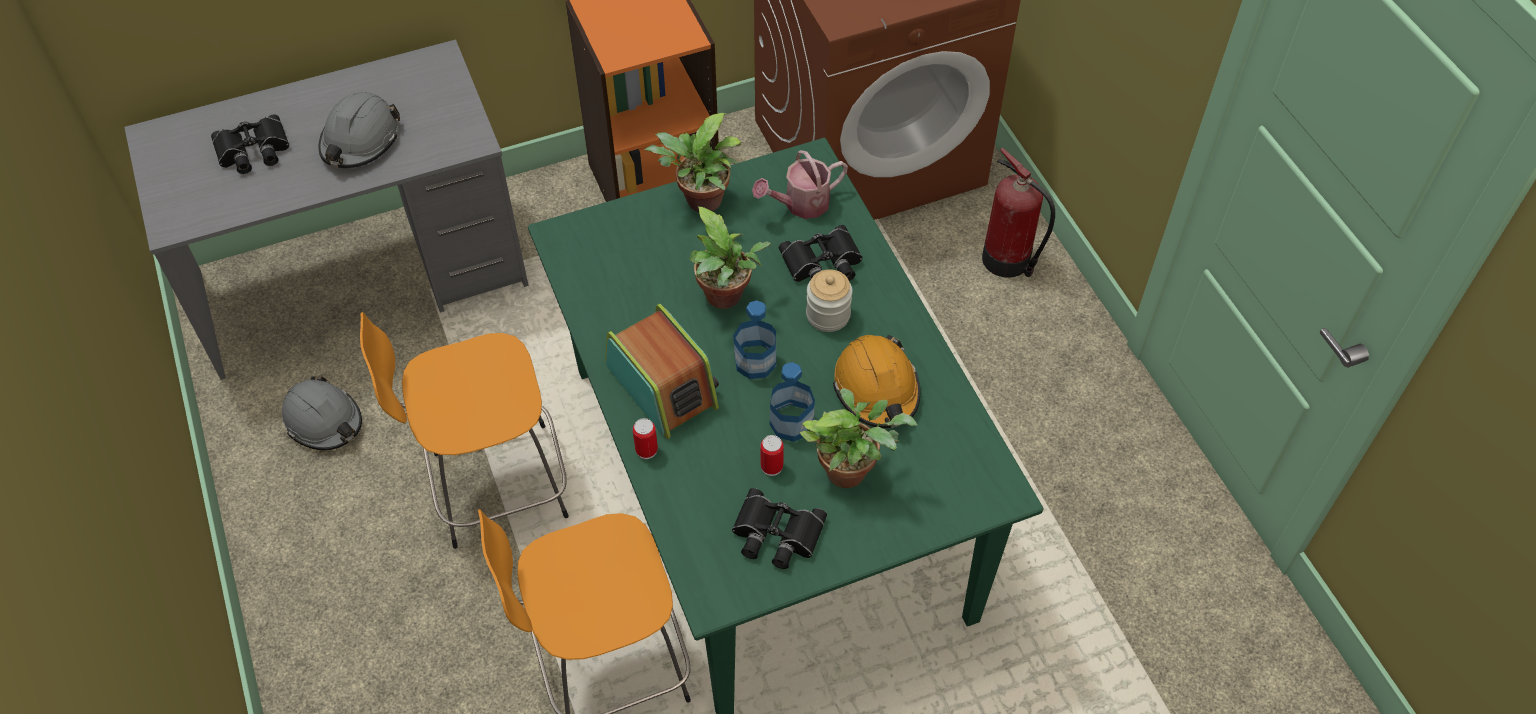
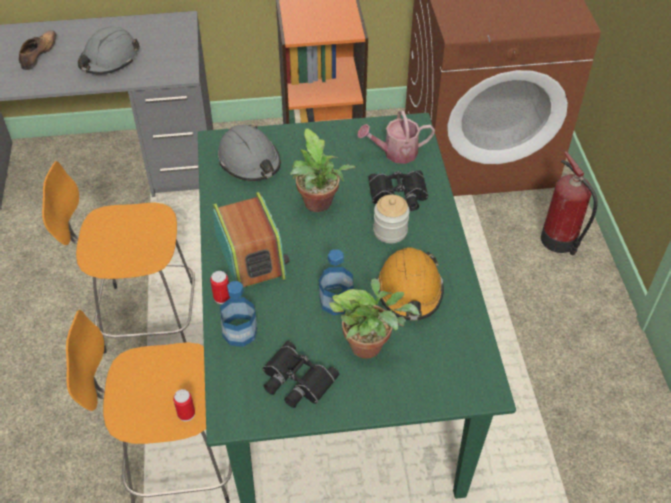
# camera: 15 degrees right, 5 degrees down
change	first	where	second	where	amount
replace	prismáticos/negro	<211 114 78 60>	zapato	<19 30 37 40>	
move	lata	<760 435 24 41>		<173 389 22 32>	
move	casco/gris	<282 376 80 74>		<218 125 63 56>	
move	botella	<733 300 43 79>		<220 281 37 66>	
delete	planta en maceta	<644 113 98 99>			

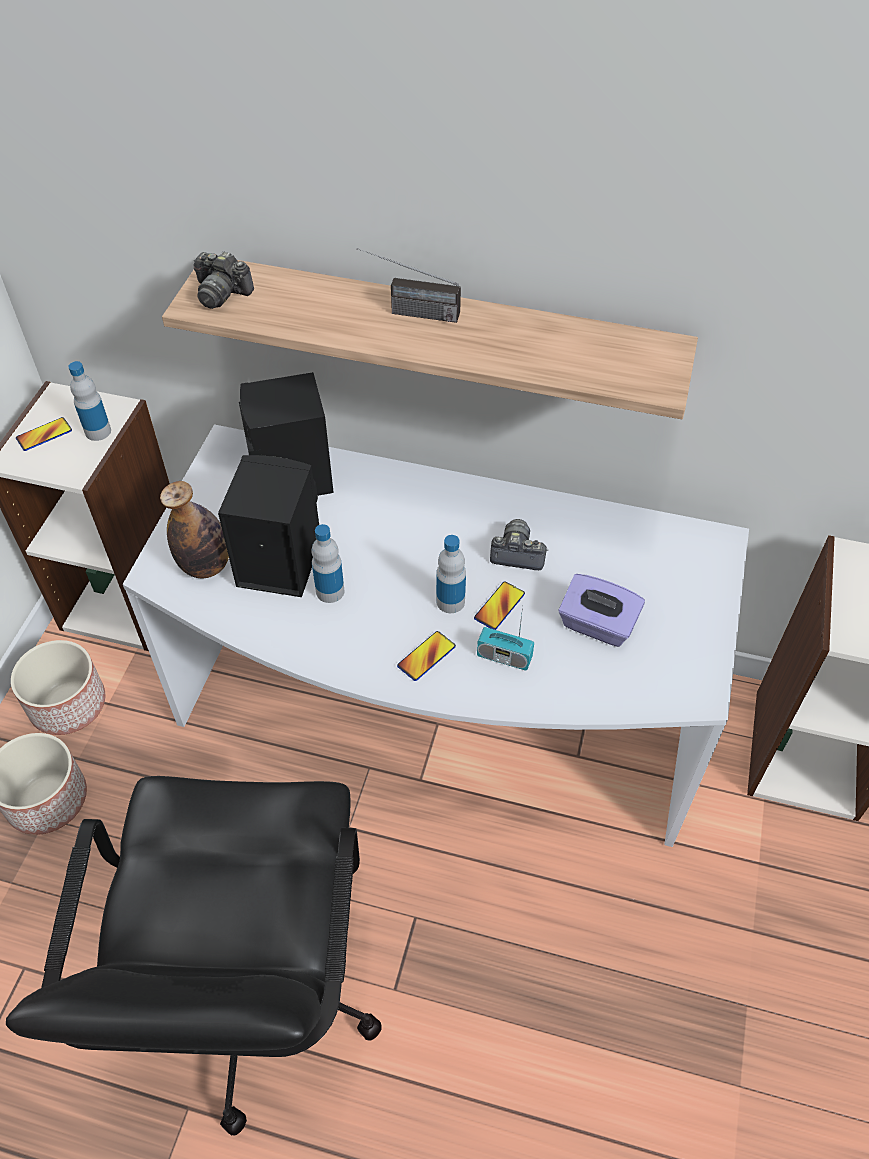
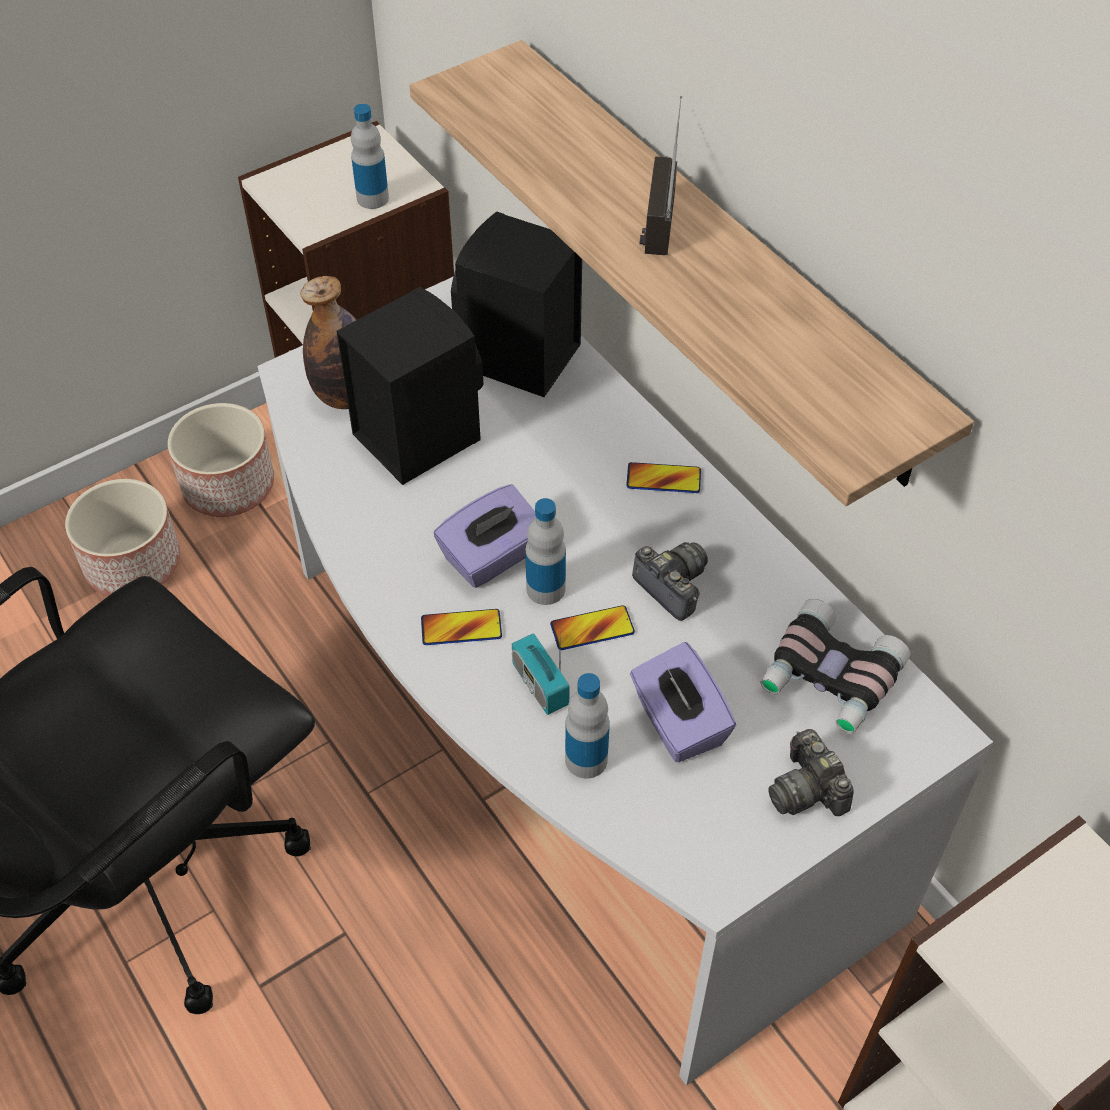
# camera: 40 degrees right, 0 degrees up
change	first	where	second	where	amount
insert			caja de pañuelos/morado	<434 484 102 104>	
move	botella	<311 524 34 79>		<565 673 45 105>	
move	móvil	<16 417 56 34>		<626 462 75 31>	
rotate	radio	<357 248 104 75>		<640 96 42 159>	45 degrees clockwise
insert			prismáticos	<761 599 150 135>	
move	cámara	<193 251 61 58>		<768 729 86 87>	

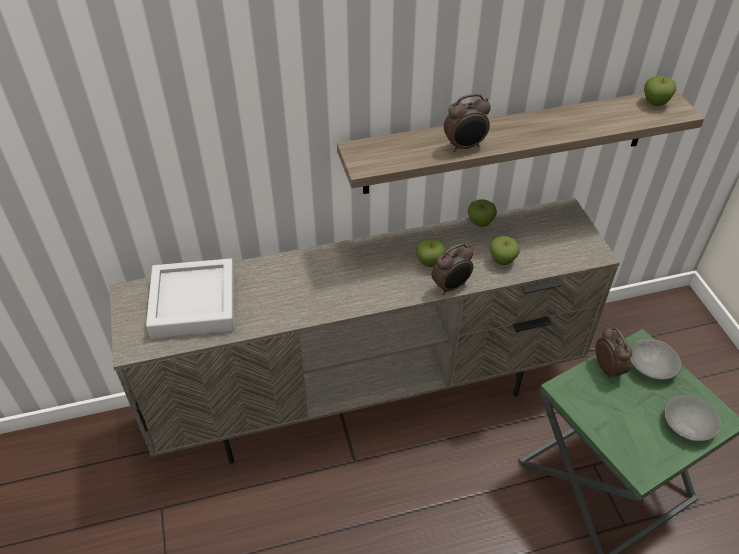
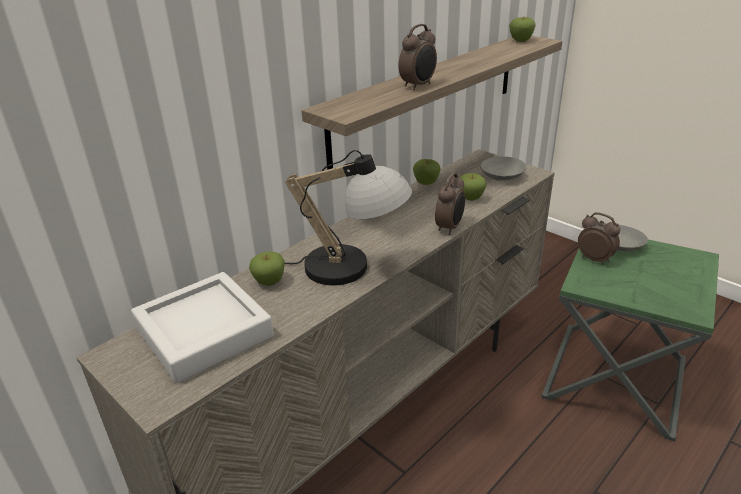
# camera: 30 degrees left, 15 degrees down
change	first	where	second	where	amount
move	manzana	<416 238 30 29>		<249 252 36 34>	
insert			lámpara de mesa	<285 150 127 136>	
move	cuenco/gris	<664 395 57 46>		<480 157 47 24>	

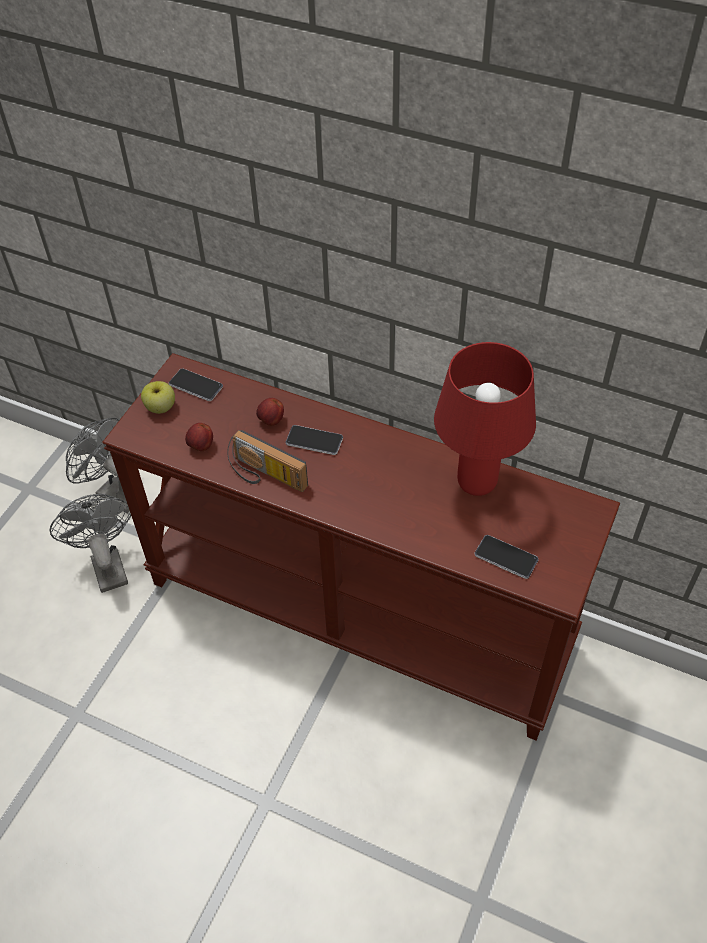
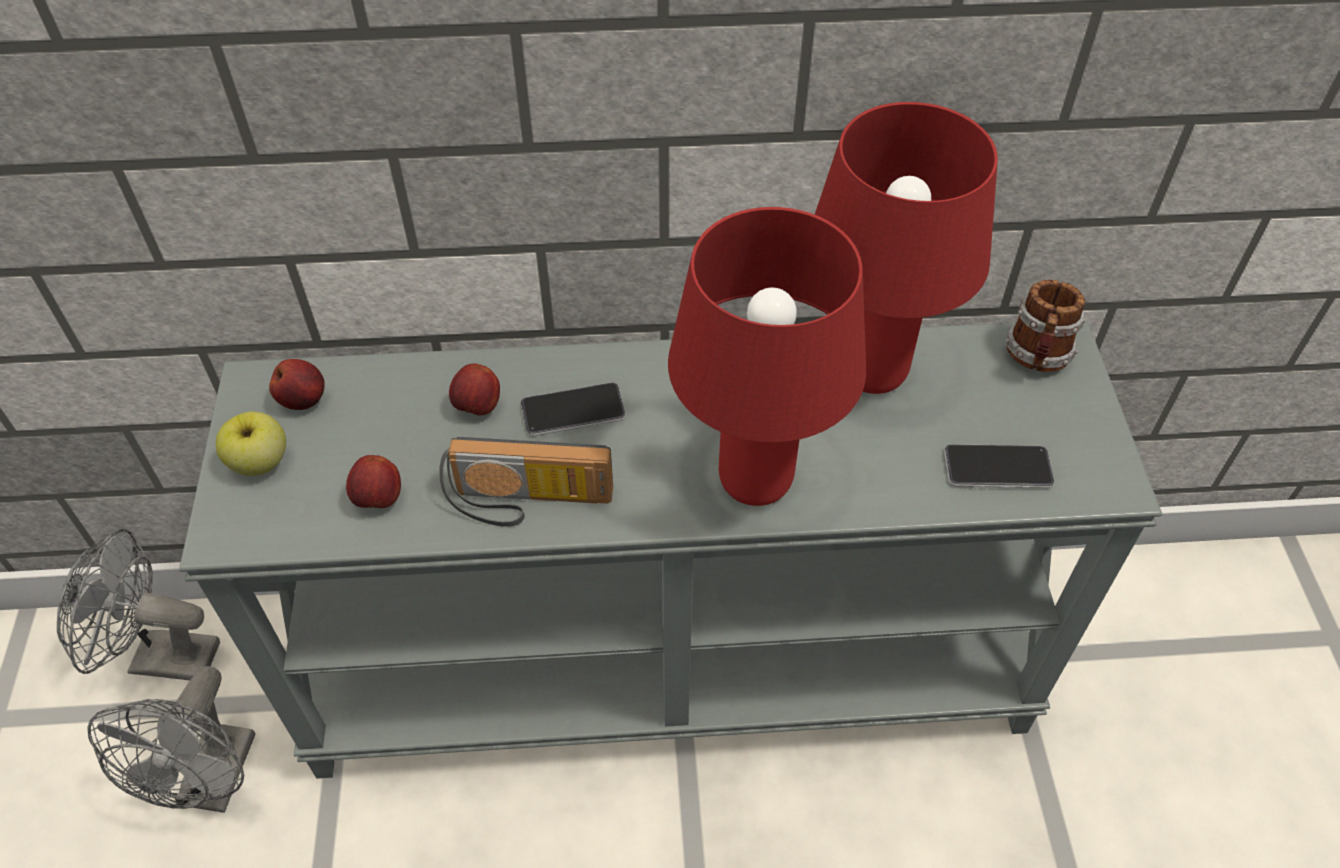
# camera: 30 degrees left, 0 degrees up
change	first	where	second	where	amount
rotate	ventilador/gris	<50 494 81 99>		<87 666 168 147>	120 degrees counterclockwise
recolor	mesa consola/marrón	<102 353 518 388>	mesa consola/gris	<179 319 983 460>	
replace	móvil	<169 368 54 33>	manzana	<269 359 56 51>	
insert			lámpara de mesa/rojo	<668 207 198 299>	
insert			taza grande	<1005 280 81 92>	

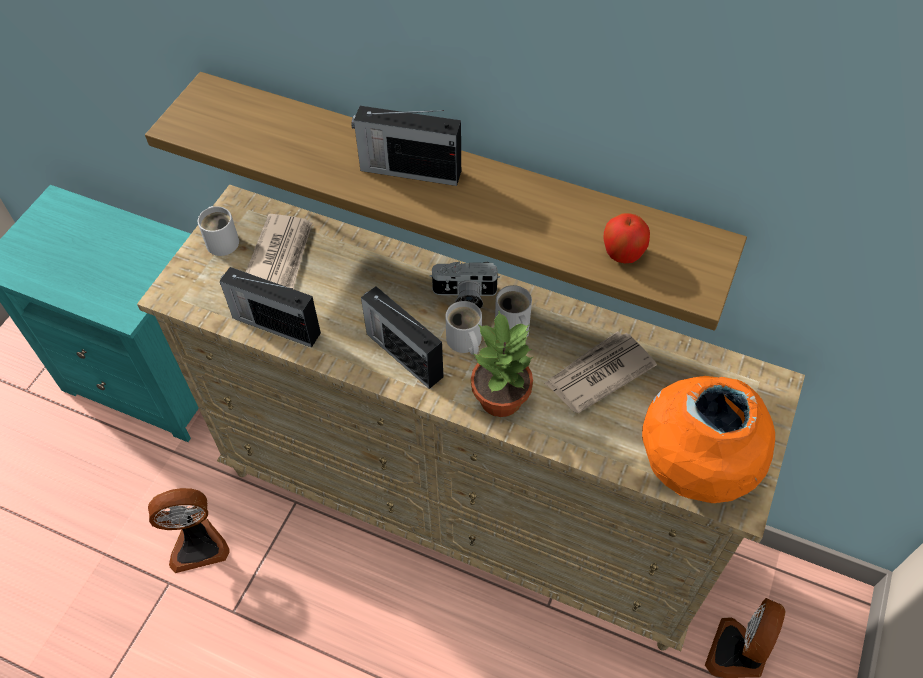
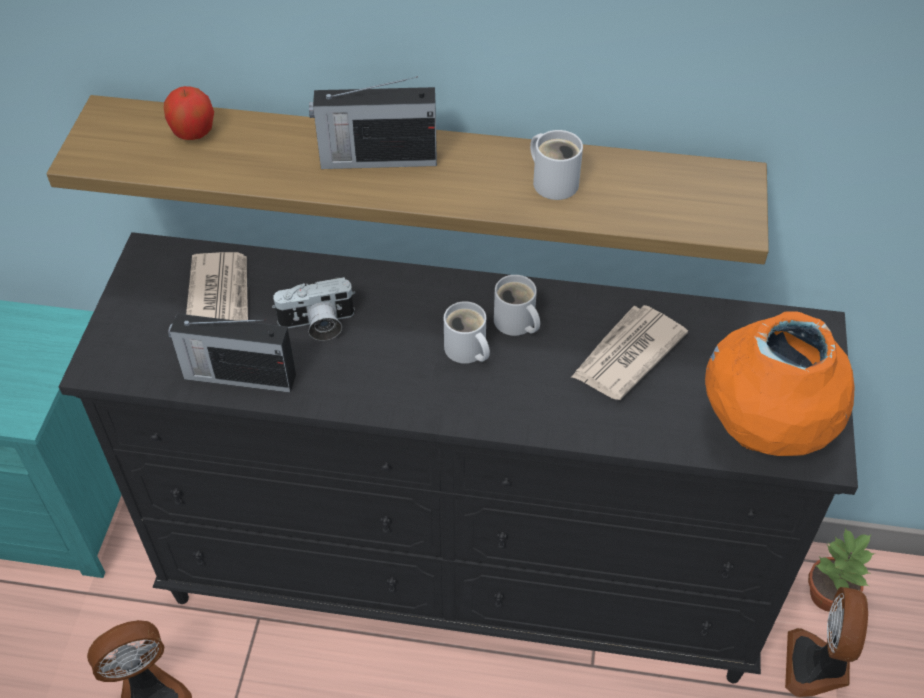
# camera: 15 degrees left, 5 degrees down
change	first	where	second	where	amount
recolor	cómoda/beis	<137 185 668 466>	cómoda/negro	<59 232 799 451>	
move	manzana	<603 213 47 51>		<164 86 50 54>	
move	cámara	<430 262 70 47>		<272 277 83 64>	
move	taza grande/blanco	<198 206 41 50>		<530 130 53 70>	
move	planta en maceta	<471 311 62 106>		<808 528 67 84>	
delete	radio	<361 286 82 103>			

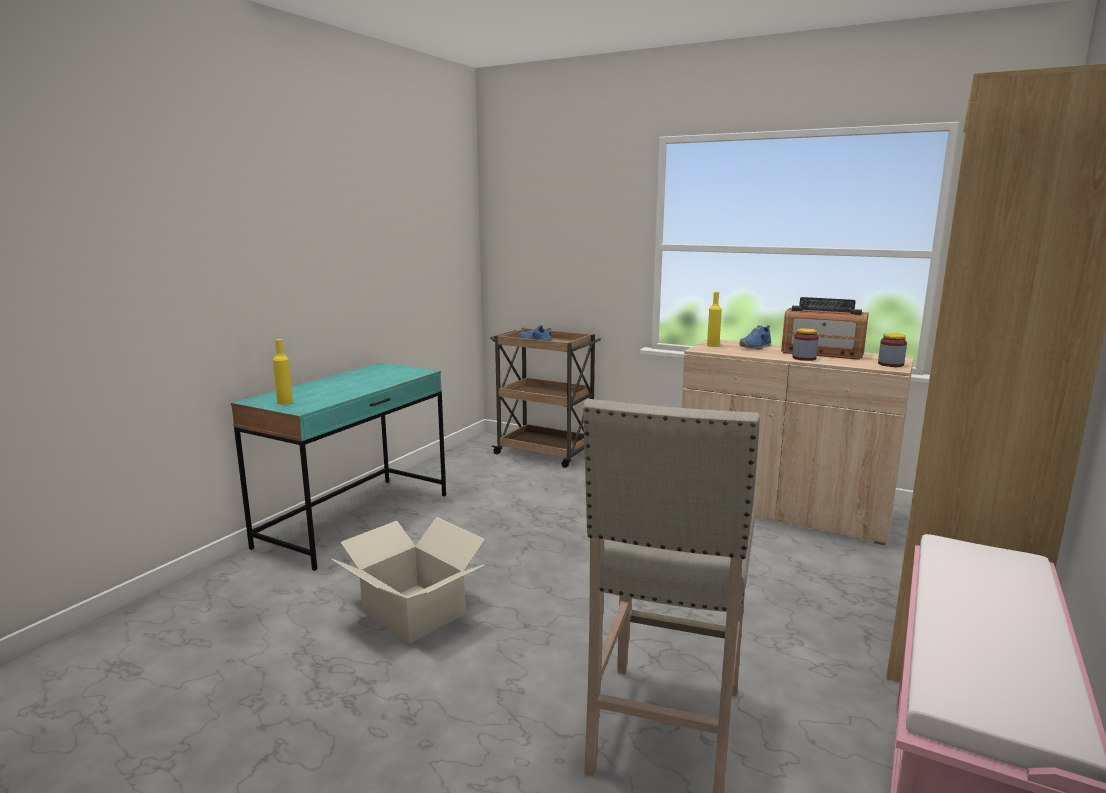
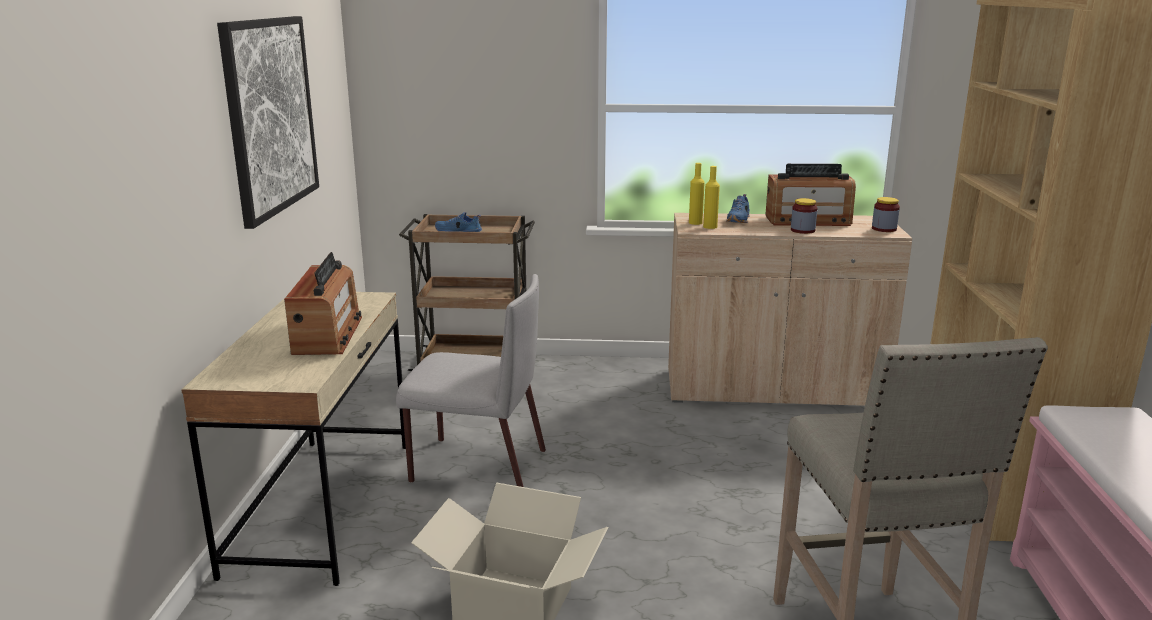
# camera: 25 degrees left, 5 degrees up
change	first	where	second	where	amount
recolor	escritorio/turquesa	<231 363 215 208>	escritorio/beis	<181 292 225 294>	
insert			cuadro	<217 16 102 213>	
insert			radio	<284 252 78 103>	
insert			silla/gris	<396 274 150 213>	
move	botella/amarillo	<273 339 20 65>		<703 166 17 63>	

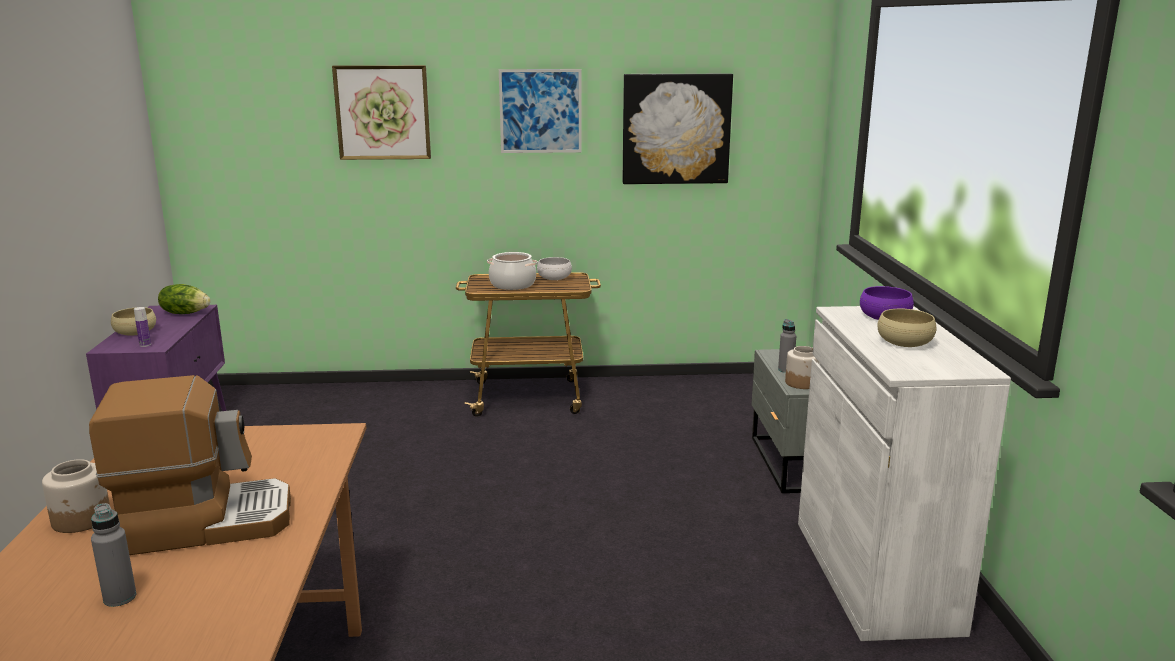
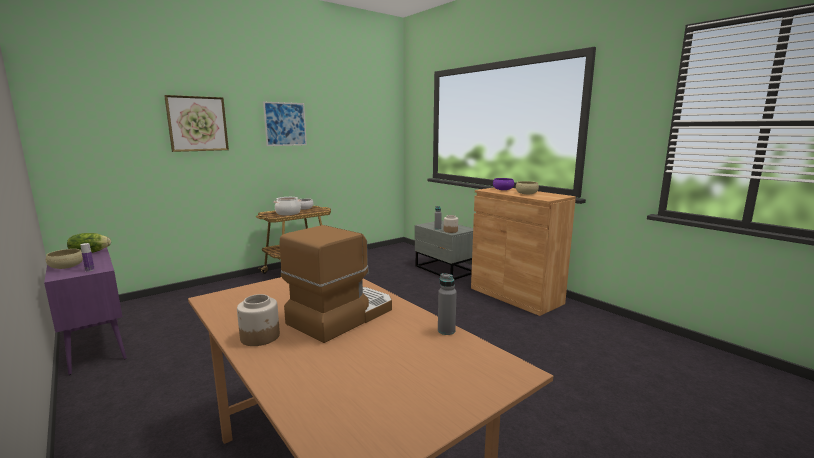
# camera: 35 degrees left, 5 degrees down
change	first	where	second	where	amount
move	botella/gris	<91 503 46 104>		<438 273 19 62>	
recolor	armario/blanco	<798 306 213 335>	armario/marrón	<471 188 105 128>	
delete	cuadro	<622 74 111 110>			

